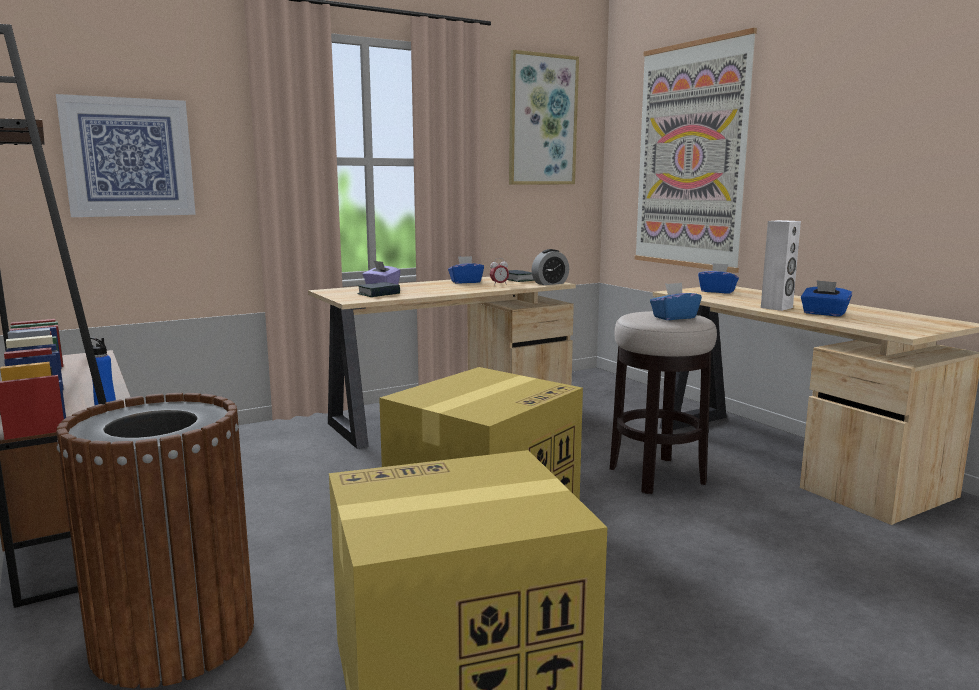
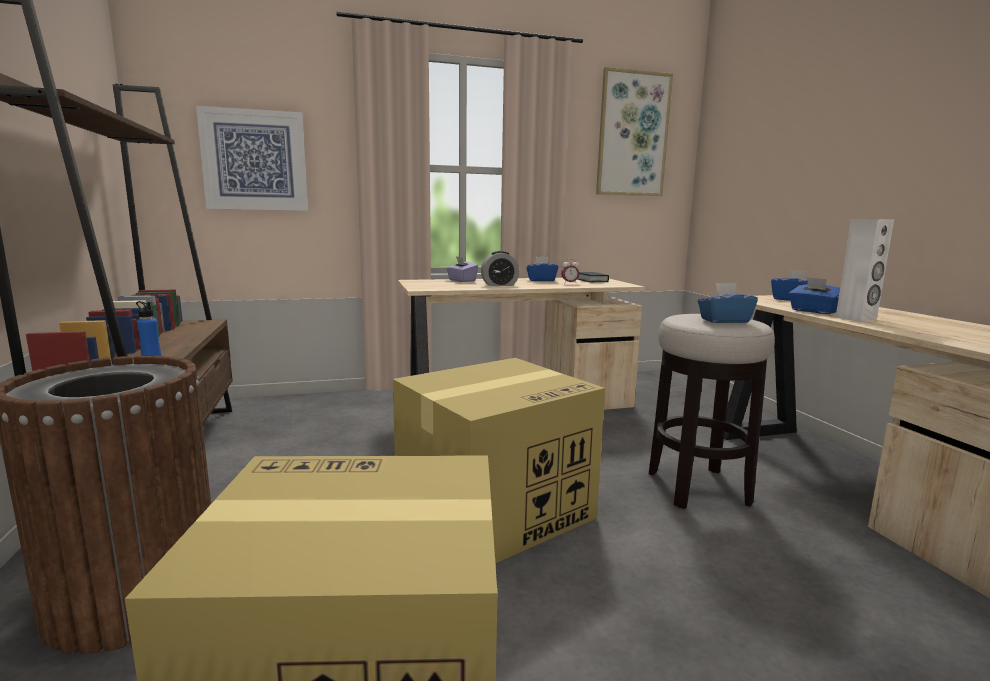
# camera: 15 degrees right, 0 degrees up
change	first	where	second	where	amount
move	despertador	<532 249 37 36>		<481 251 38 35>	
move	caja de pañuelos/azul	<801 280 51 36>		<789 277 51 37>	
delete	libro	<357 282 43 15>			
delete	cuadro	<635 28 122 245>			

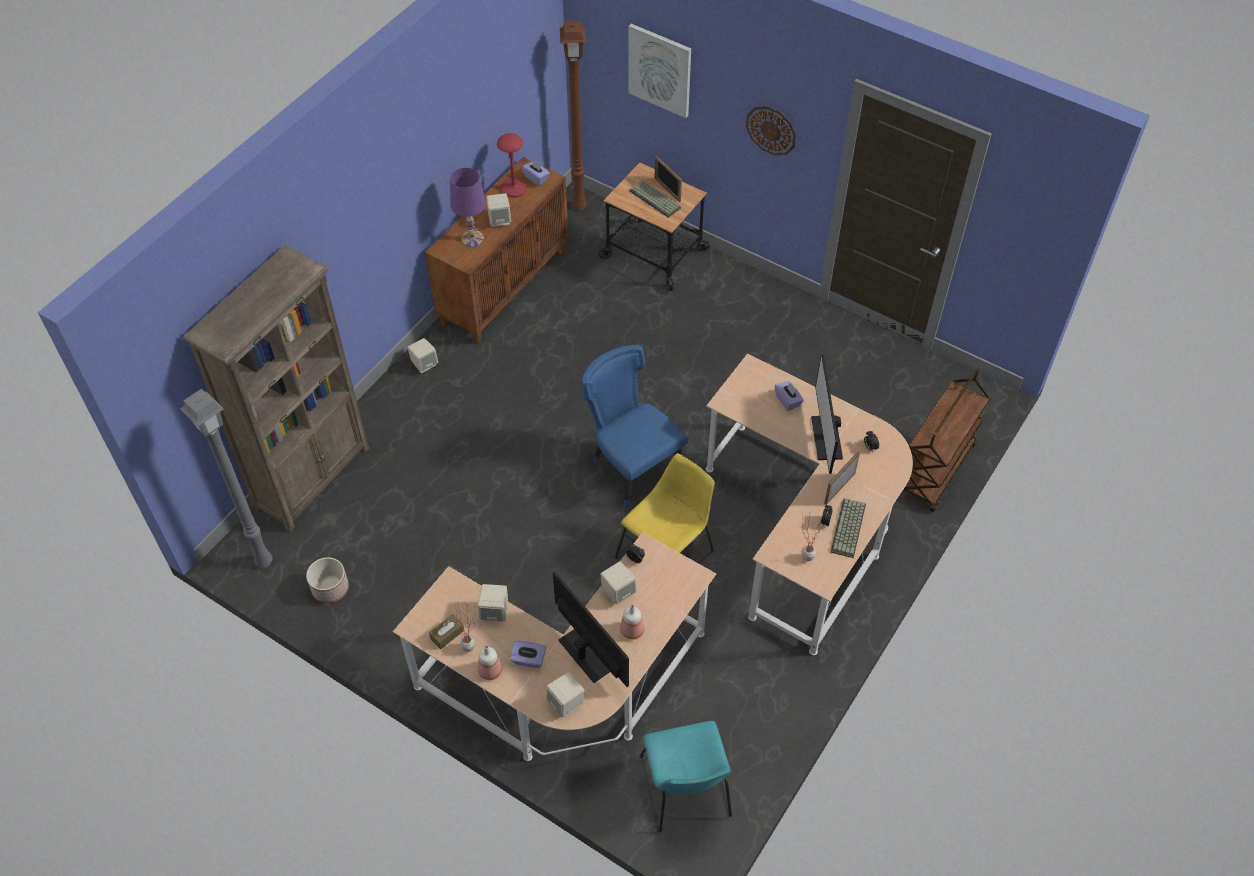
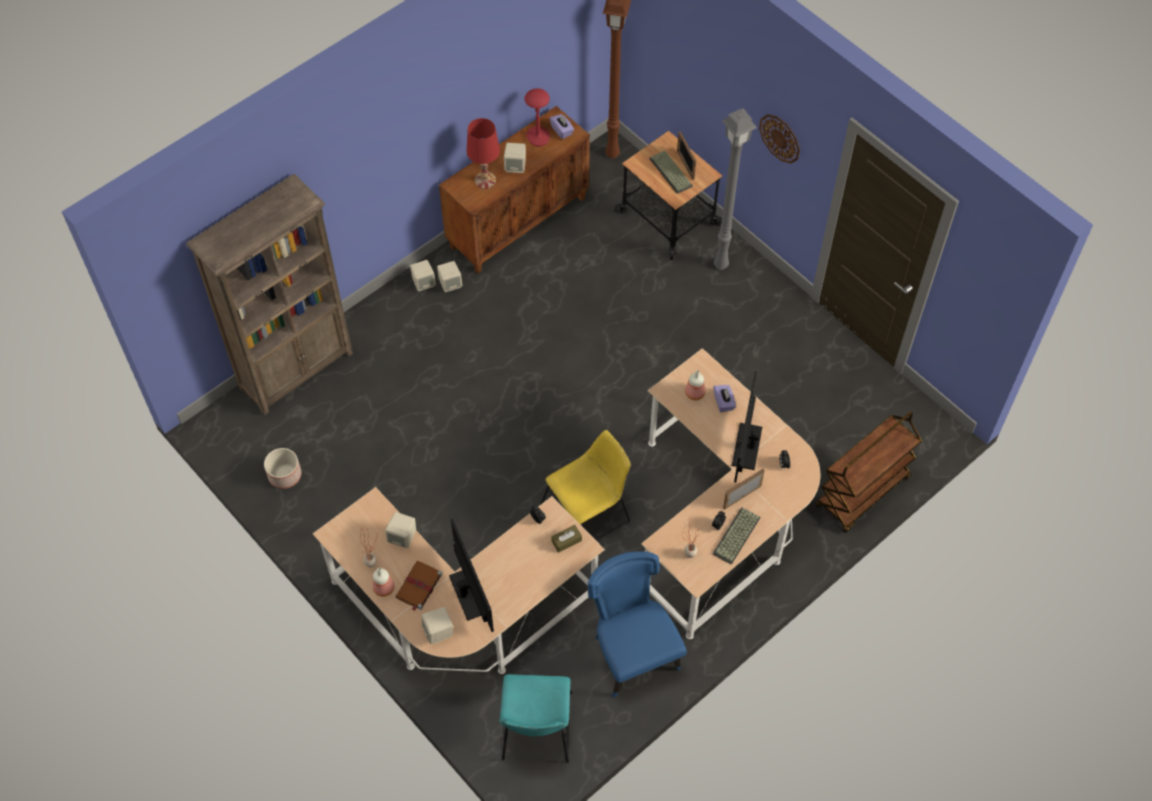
# camera: 15 degrees right, 5 degrees up
change	first	where	second	where	amount
replace	caja de pañuelos/morado	<510 641 36 27>	libro/marrón	<395 561 47 51>	
move	altavoz/beis	<600 561 37 44>		<437 261 25 31>	
recolor	lámpara de mesa/morado	<450 167 36 80>	lámpara de mesa/rojo	<467 118 33 71>	
move	caja de pañuelos/marrón	<429 614 35 35>		<551 525 31 28>	
move	silla/azul	<582 345 106 163>		<588 552 99 146>	
move	botella	<620 604 24 36>		<685 370 21 30>	
move	lámpara de pie/gris	<180 389 93 179>		<714 108 43 162>	
delete	cuadro	<629 24 62 94>			

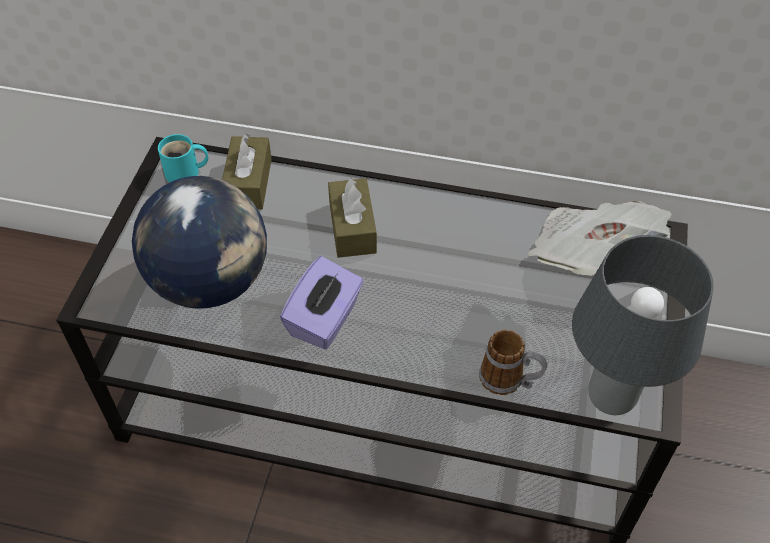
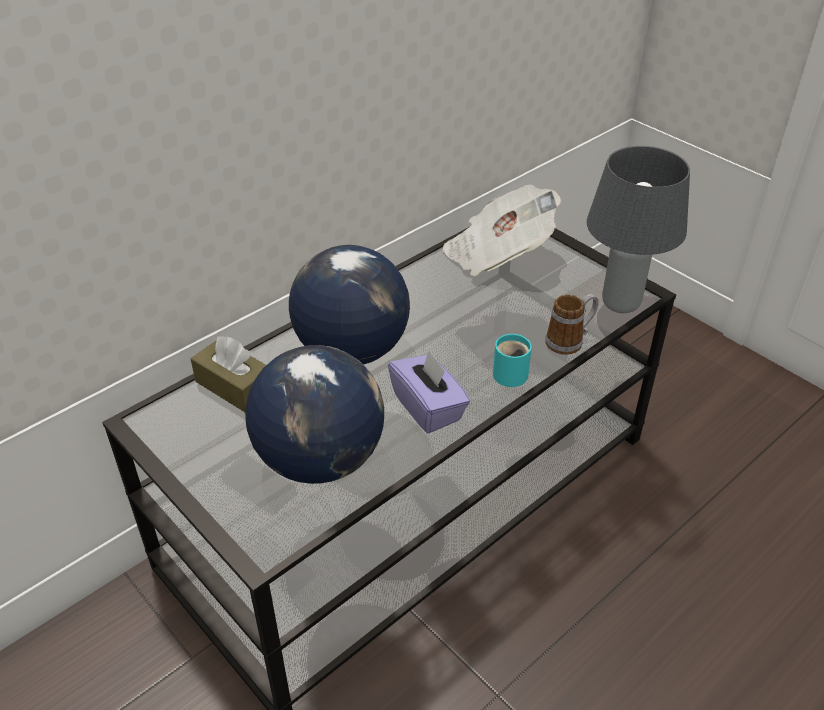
# camera: 55 degrees left, 10 degrees down
change	first	where	second	where	amount
replace	caja de pañuelos/marrón	<328 177 49 81>	globo terráqueo	<289 245 121 120>	
move	taza grande/turquesa	<158 134 50 49>		<493 334 39 53>	

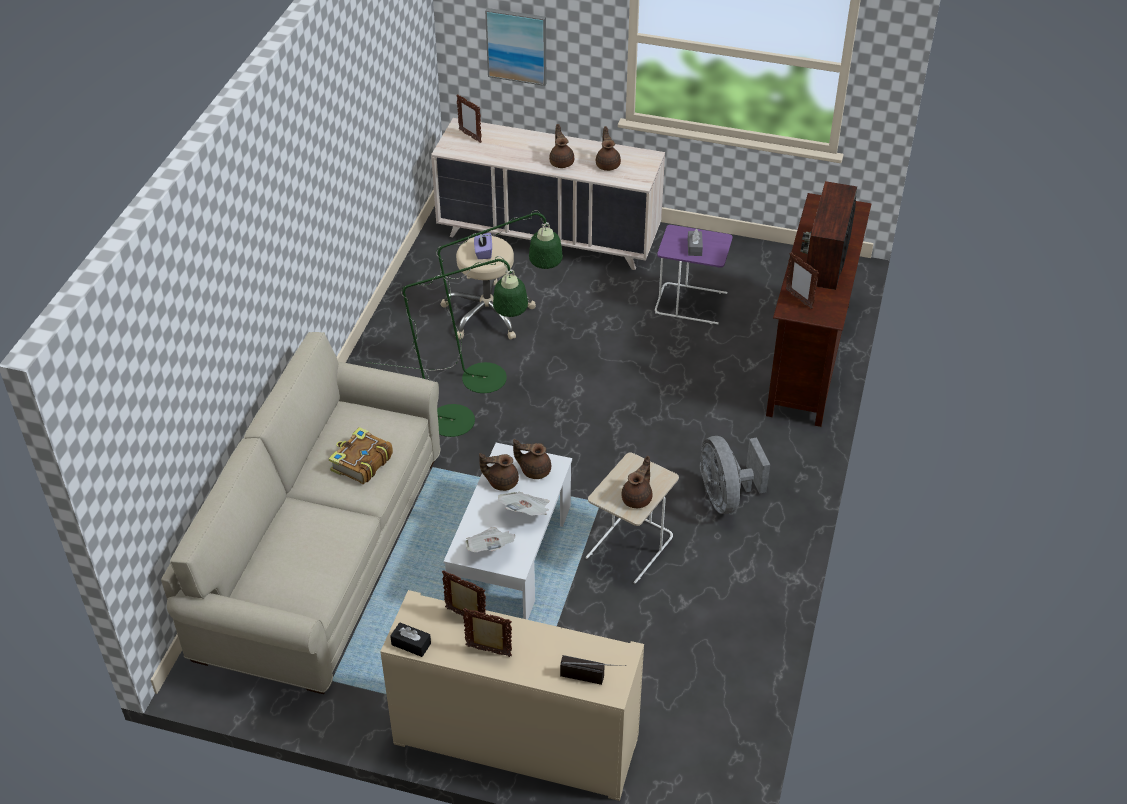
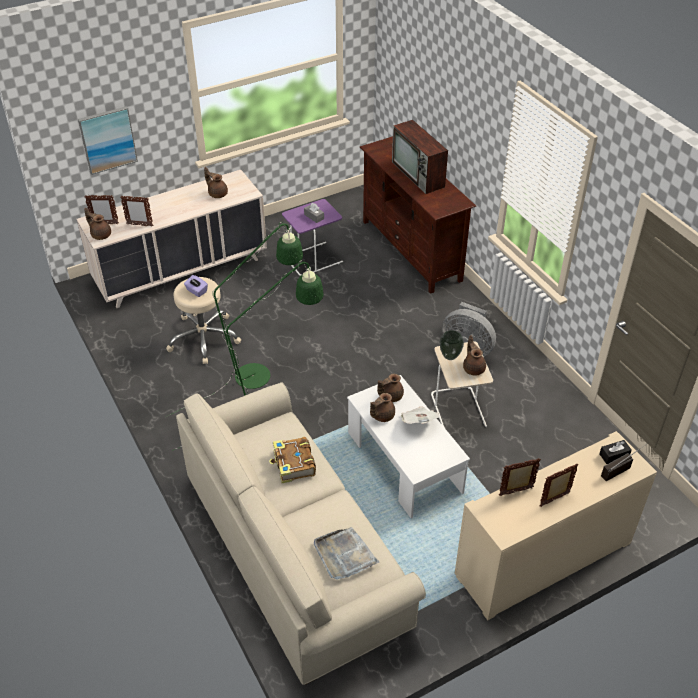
# camera: 45 degrees left, 0 degrees up
change	first	where	second	where	amount
move	tetera/marrón	<549 124 25 44>		<84 208 27 32>	
move	portarretratos	<786 252 33 57>		<120 195 33 32>	
insert			bandeja/gris	<314 527 65 53>	
insert			florero	<440 330 24 30>	
move	caja de pañuelos/negro	<390 622 41 35>		<600 440 32 24>	
delete	periódico	<465 527 51 25>			

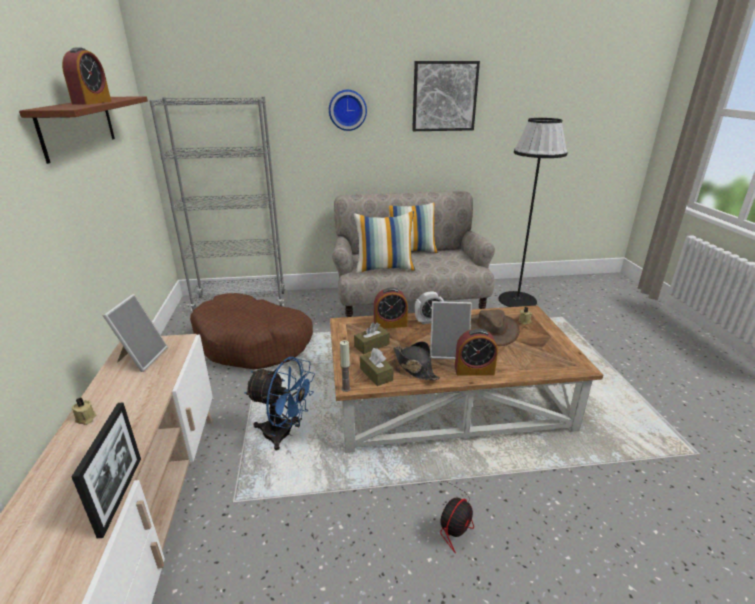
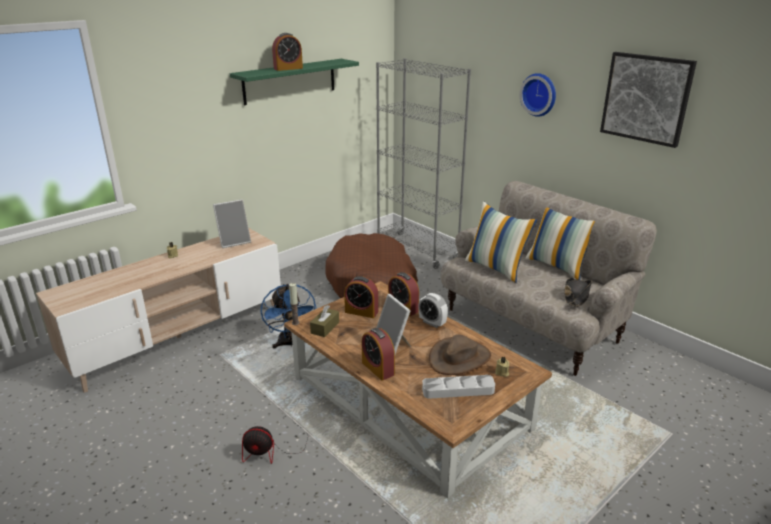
# camera: 55 degrees right, 0 degrees up
change	first	where	second	where	amount
recolor	estante/marrón	<19 96 129 68>	estante/verde	<230 59 129 46>	
replace	caja de pañuelos/marrón	<354 322 36 32>	despertador	<344 276 34 42>	
insert			bandeja/gris	<422 375 73 24>	
move	sombrero/negro	<393 341 47 39>		<564 278 28 29>	
delete	portarretratos	<71 403 70 135>			
delete	lámpara de pie/negro	<498 118 70 189>			

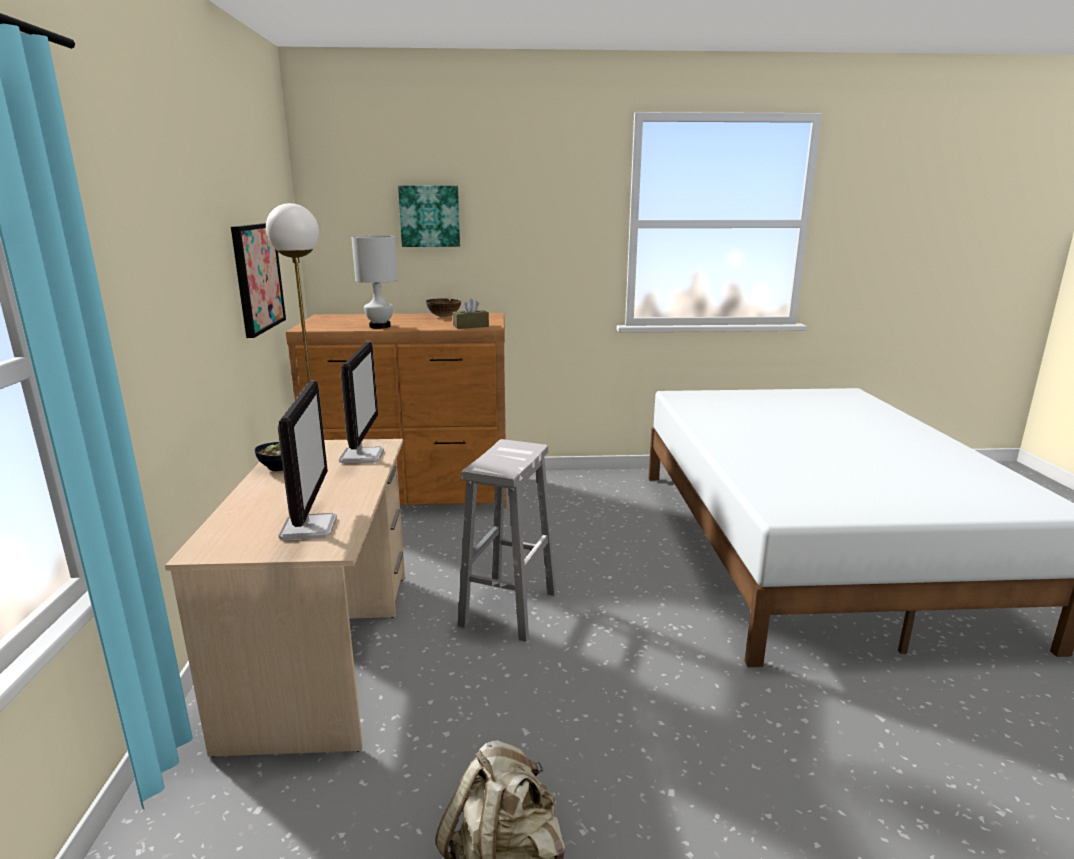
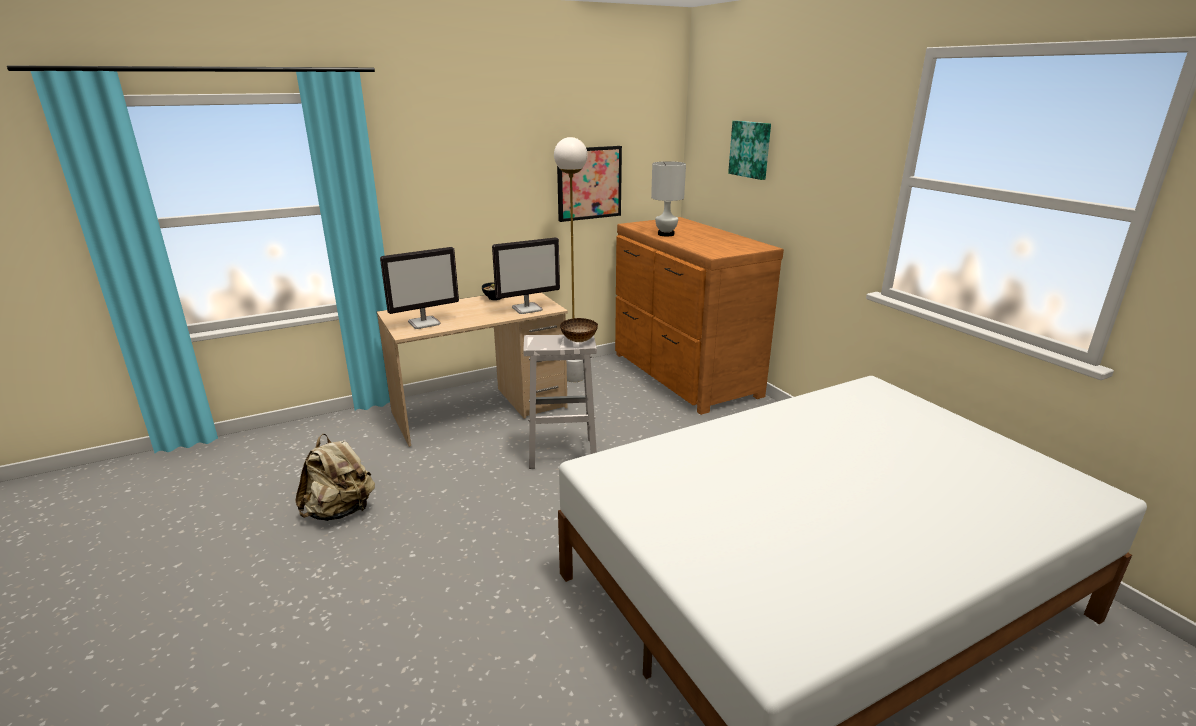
# camera: 65 degrees right, 5 degrees up
change	first	where	second	where	amount
move	cuenco	<426 298 35 19>		<560 318 38 24>	
delete	caja de pañuelos/marrón	<453 298 36 31>			

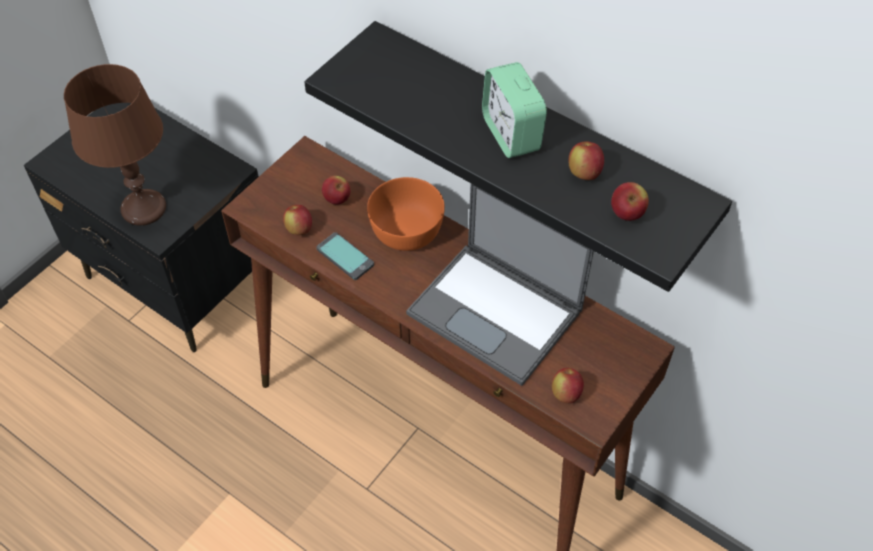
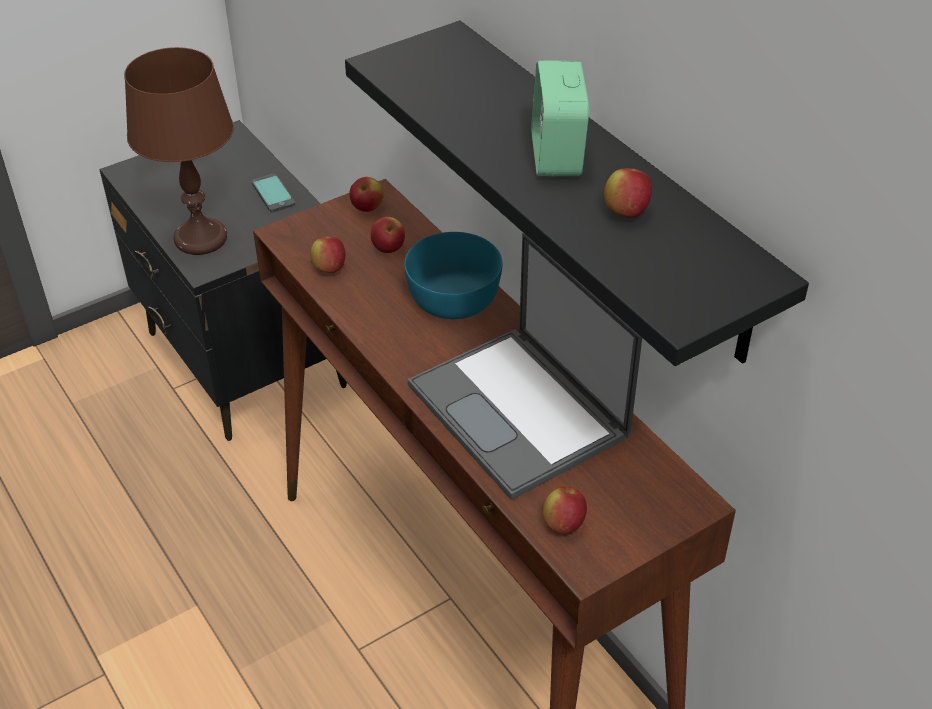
# camera: 20 degrees right, 10 degrees down
change	first	where	second	where	amount
move	móvil	<317 232 57 48>		<252 174 43 38>	
move	manzana	<611 182 38 39>		<349 177 35 35>	
recolor	cuenco/naranja	<367 177 78 74>	cuenco/turquesa	<404 232 98 87>	

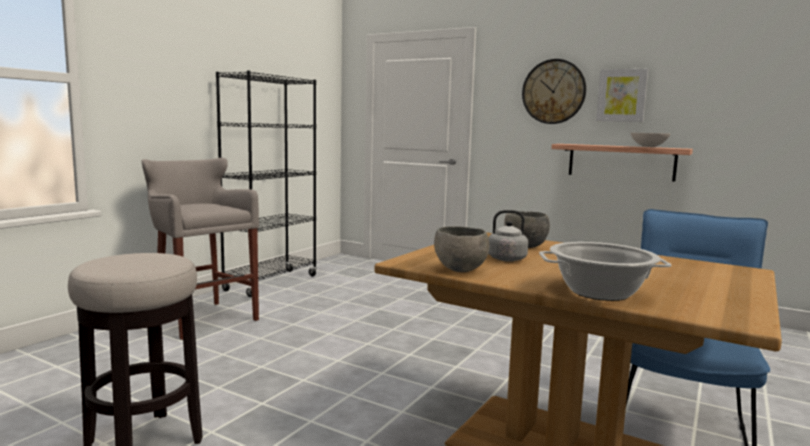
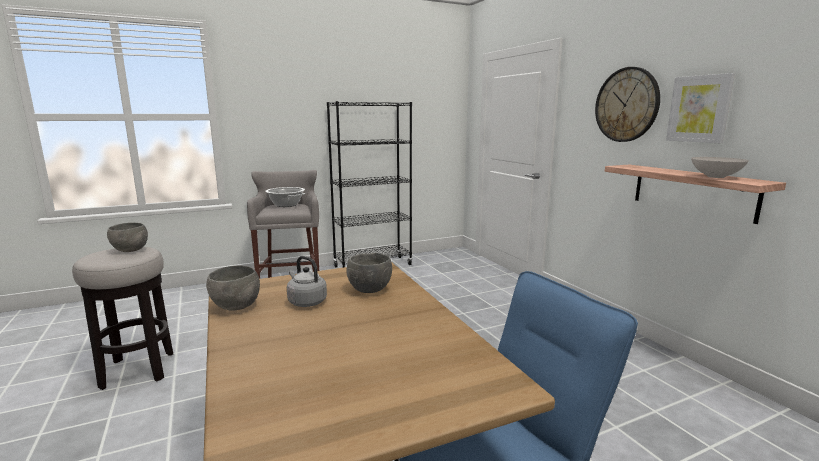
# camera: 35 degrees right, 5 degrees up
change	first	where	second	where	amount
insert			cuenco/gris	<107 223 41 29>	
move	olla	<539 242 133 59>		<265 187 40 20>	

